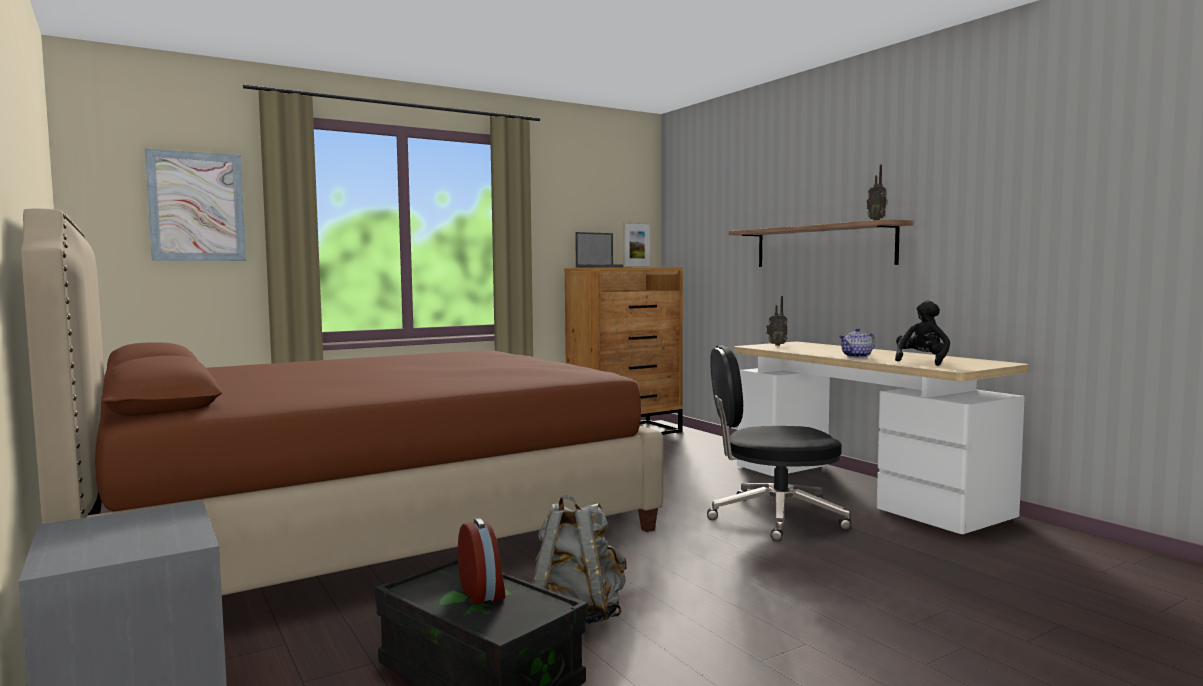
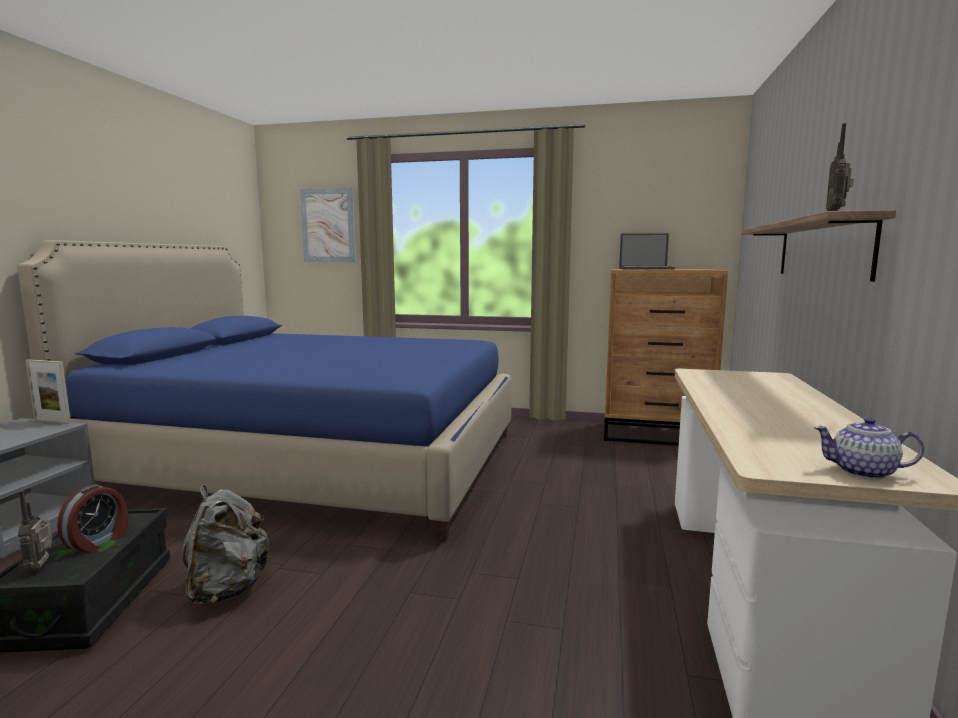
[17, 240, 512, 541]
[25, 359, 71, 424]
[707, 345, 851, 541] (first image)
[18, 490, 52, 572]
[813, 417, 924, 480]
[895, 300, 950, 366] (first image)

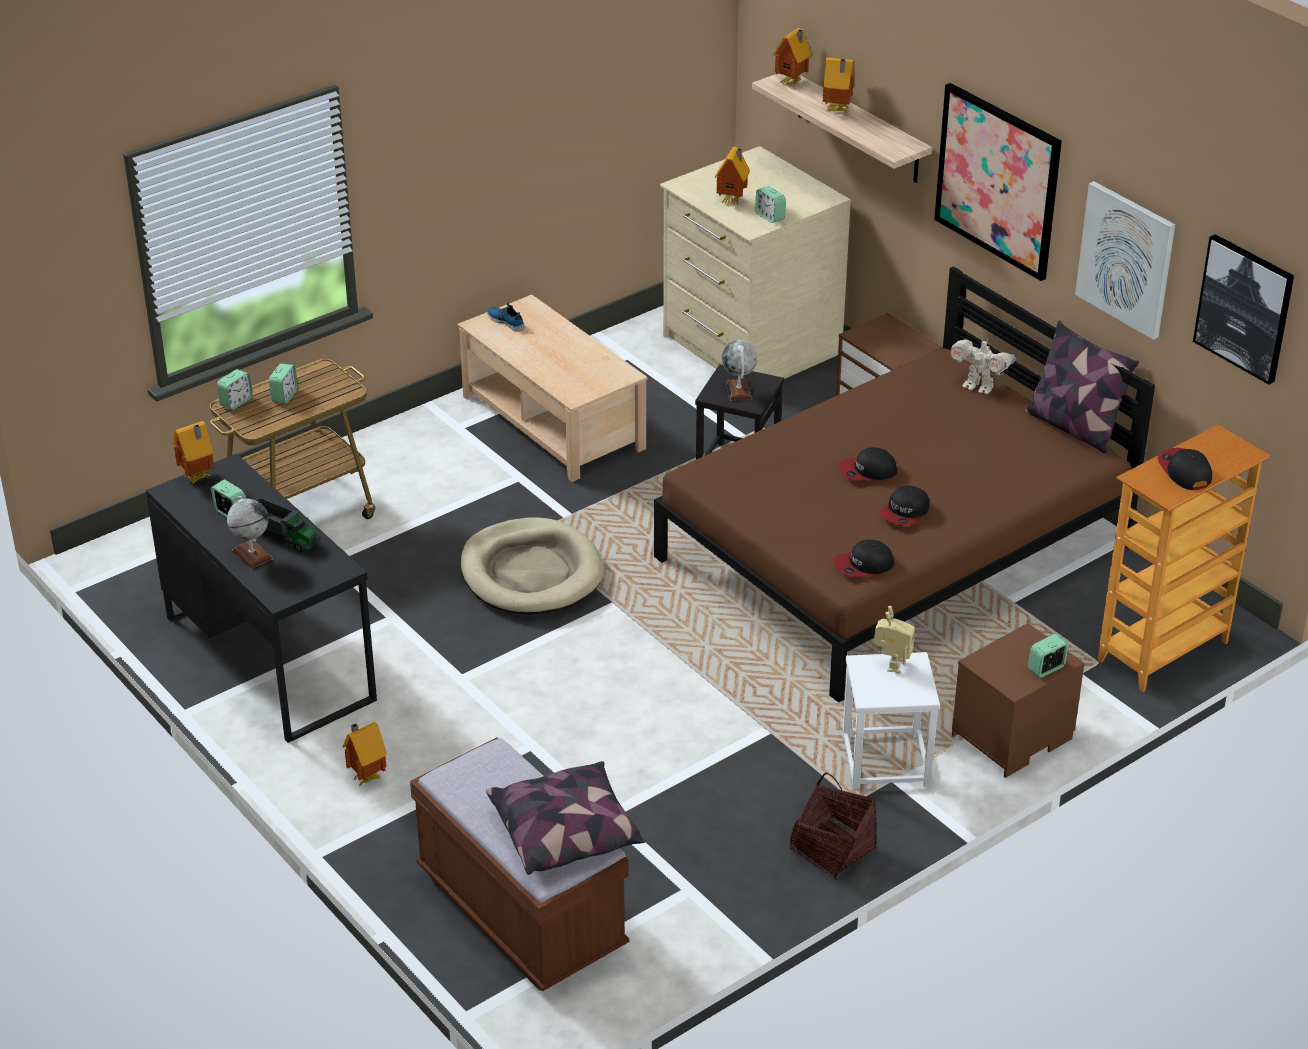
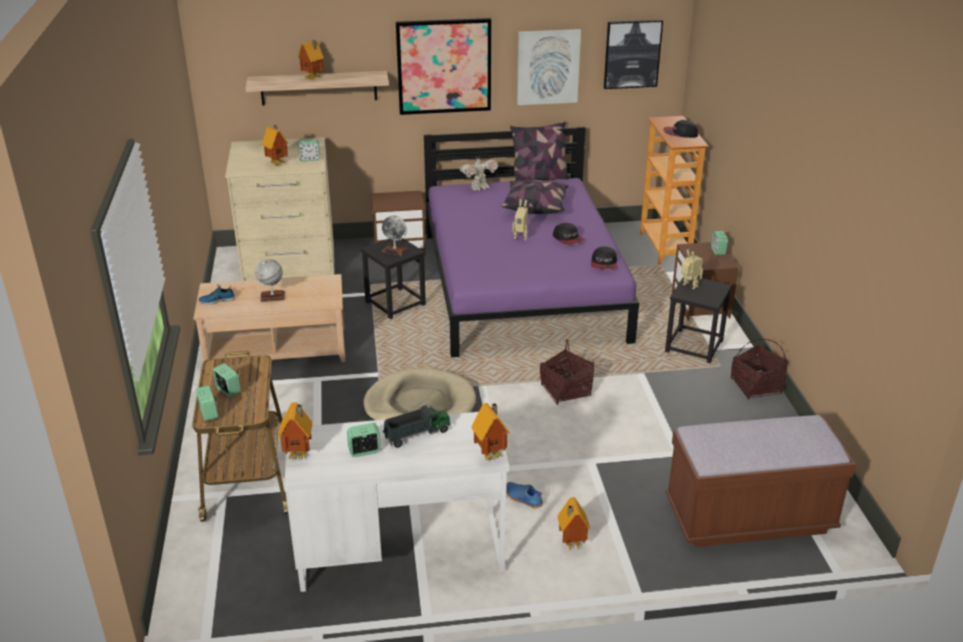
[285, 412, 509, 592]
[254, 260, 285, 302]
[501, 179, 569, 214]
[424, 127, 639, 357]
[471, 403, 510, 461]
[512, 199, 528, 240]
[665, 277, 732, 363]
[506, 482, 543, 508]
[540, 340, 594, 405]

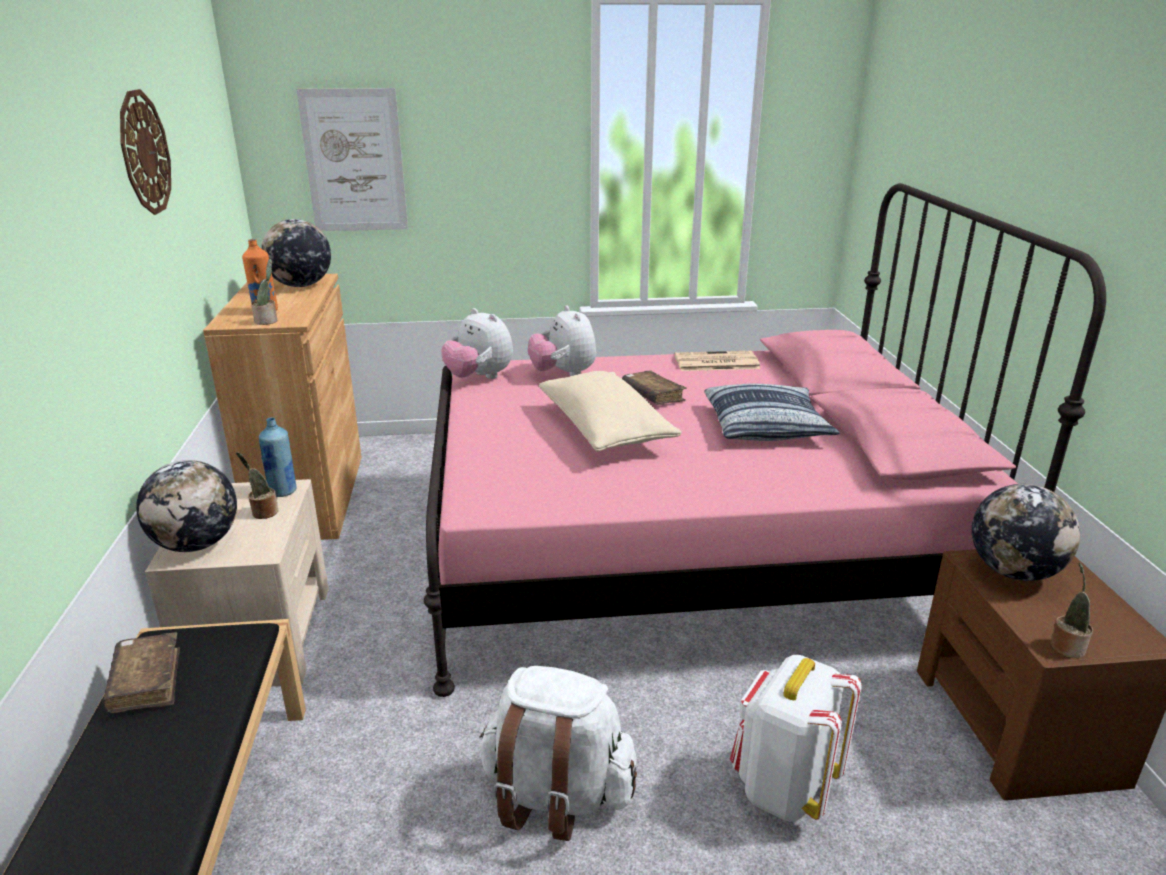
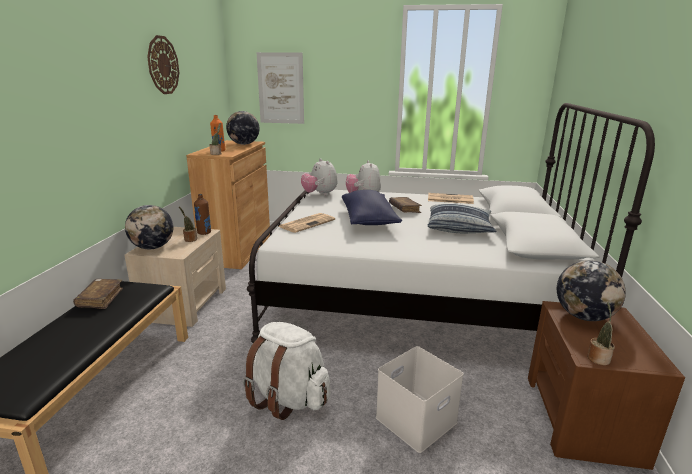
[194, 194, 211, 235]
[247, 103, 655, 343]
[342, 190, 402, 225]
[376, 346, 464, 453]
[278, 213, 335, 233]

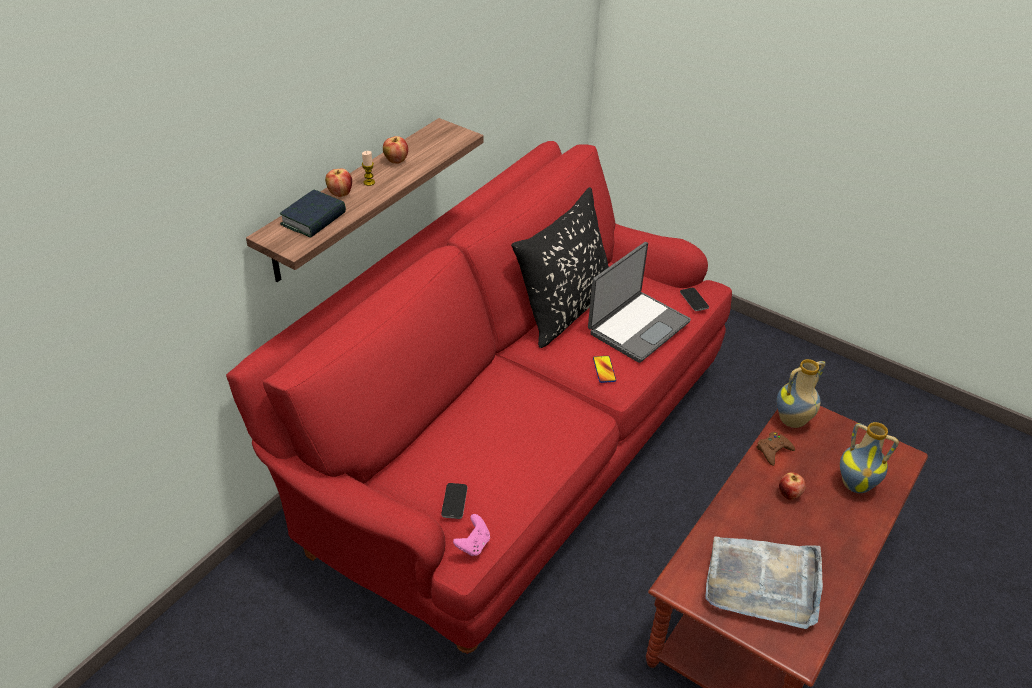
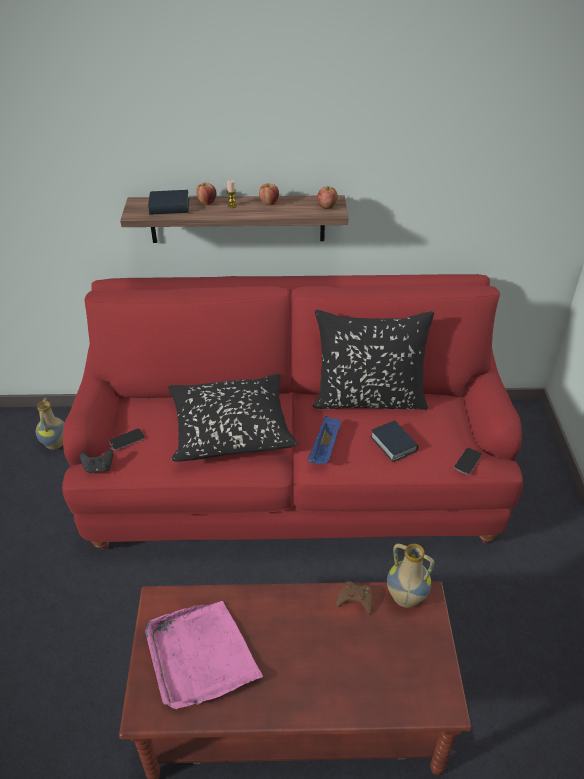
[80, 449, 113, 473]
[370, 420, 419, 462]
[308, 416, 341, 464]
[145, 601, 263, 709]
[317, 186, 338, 209]
[36, 398, 64, 450]
[168, 374, 298, 462]

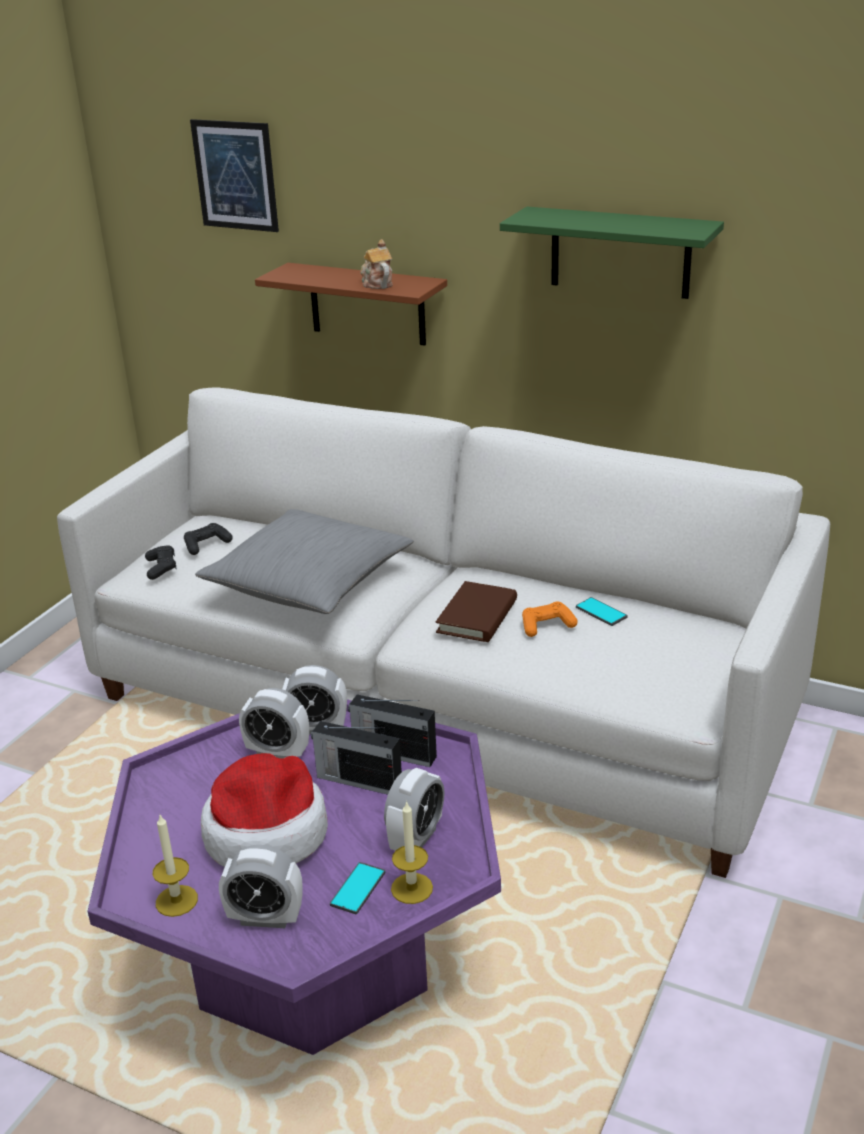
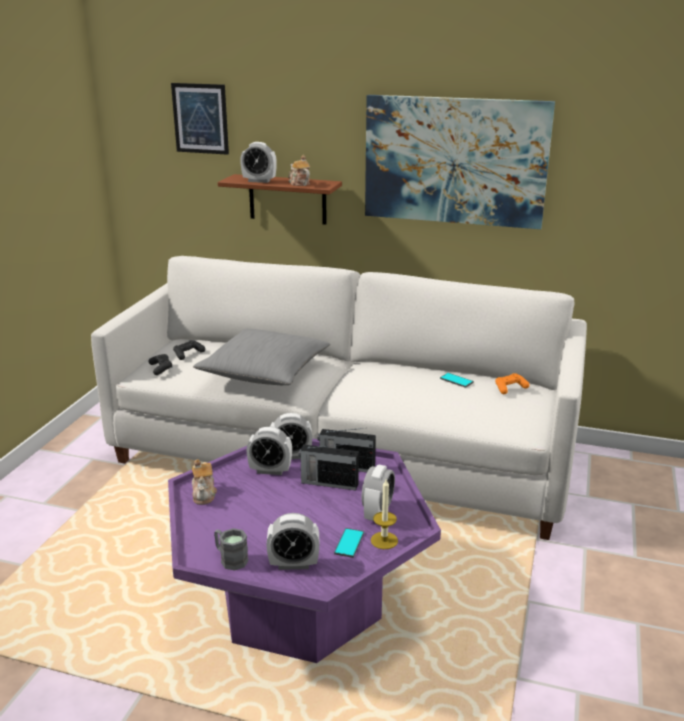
[214, 528, 249, 571]
[201, 753, 328, 867] (first image)
[435, 581, 517, 642] (first image)
[365, 95, 555, 229]
[495, 373, 530, 394]
[192, 459, 217, 505]
[240, 142, 277, 183]

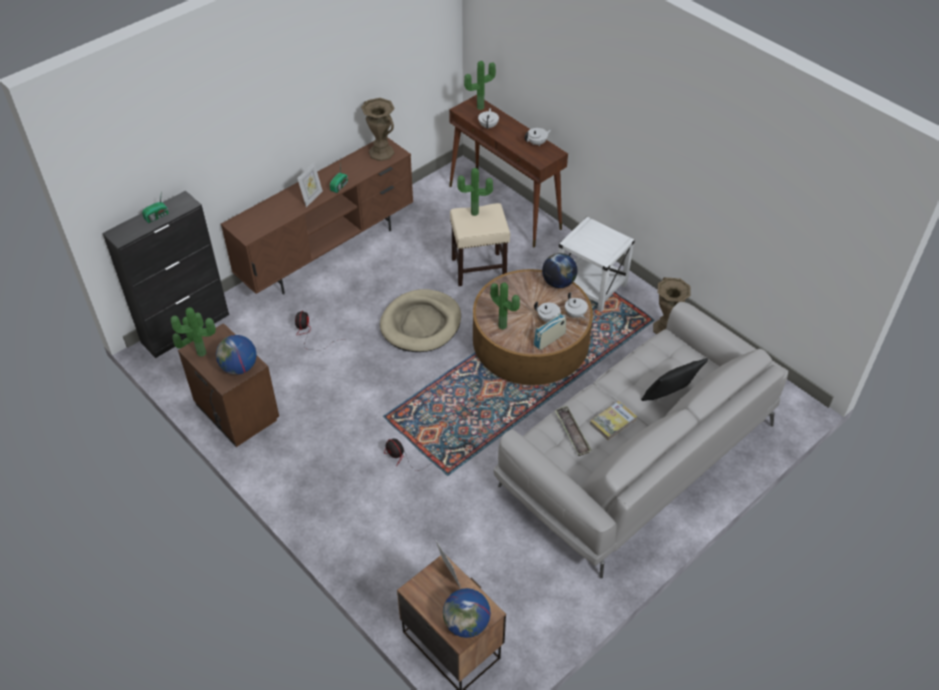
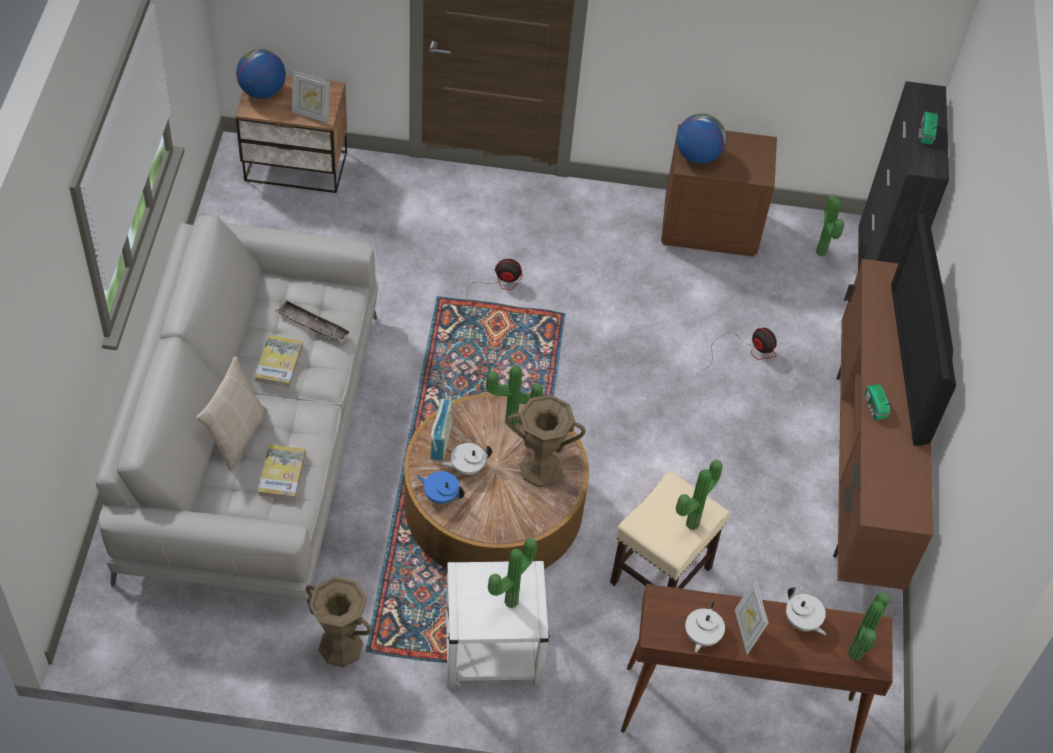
[488, 538, 537, 608]
[735, 578, 768, 655]
[507, 395, 586, 487]
[380, 289, 461, 352] (first image)
[542, 253, 577, 288] (first image)
[417, 471, 465, 504]
[196, 356, 267, 471]
[258, 445, 306, 500]
[891, 214, 956, 446]

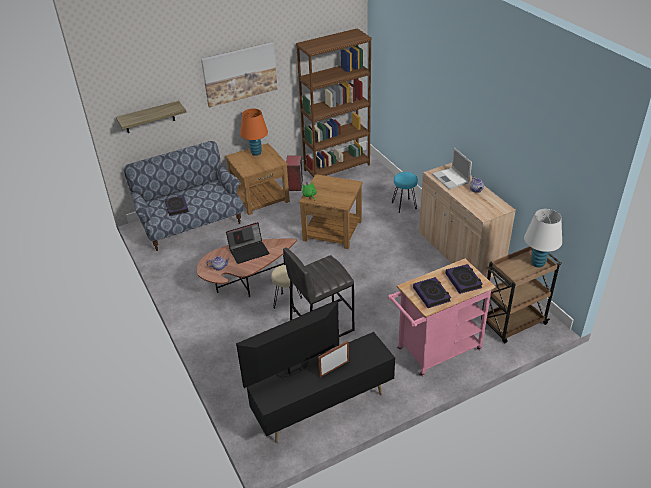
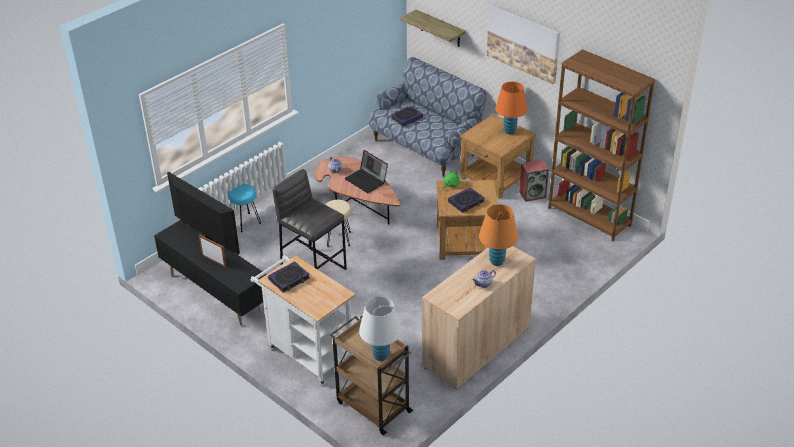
[251, 256, 355, 385]
[228, 184, 261, 232]
[479, 204, 518, 266]
[448, 187, 485, 213]

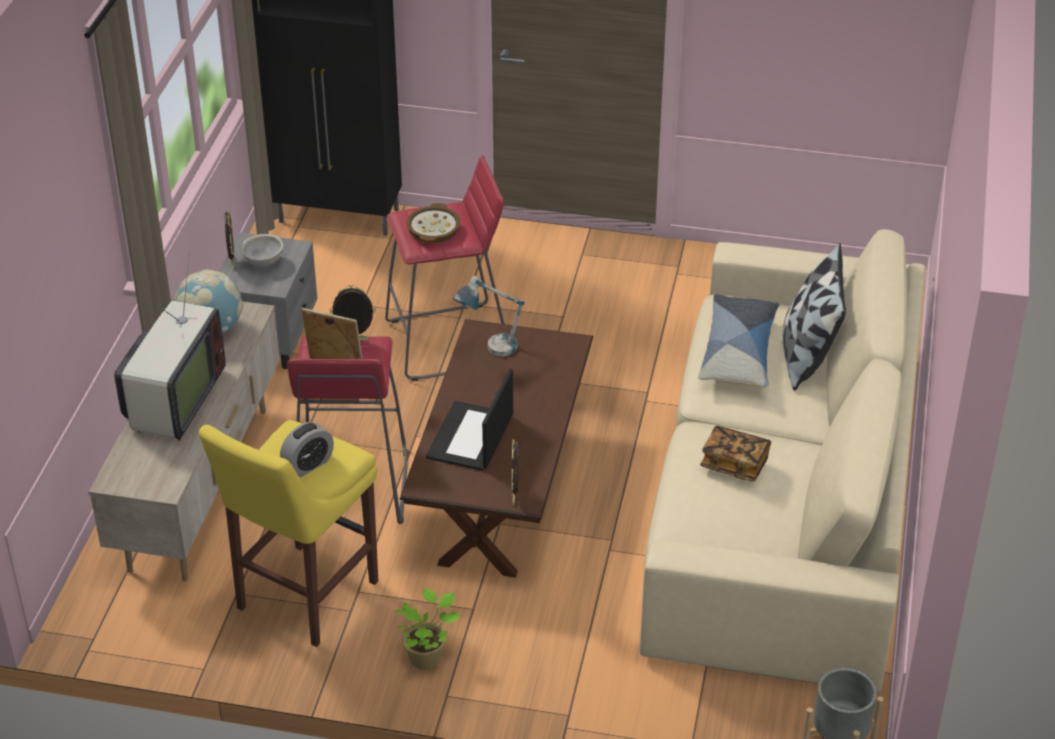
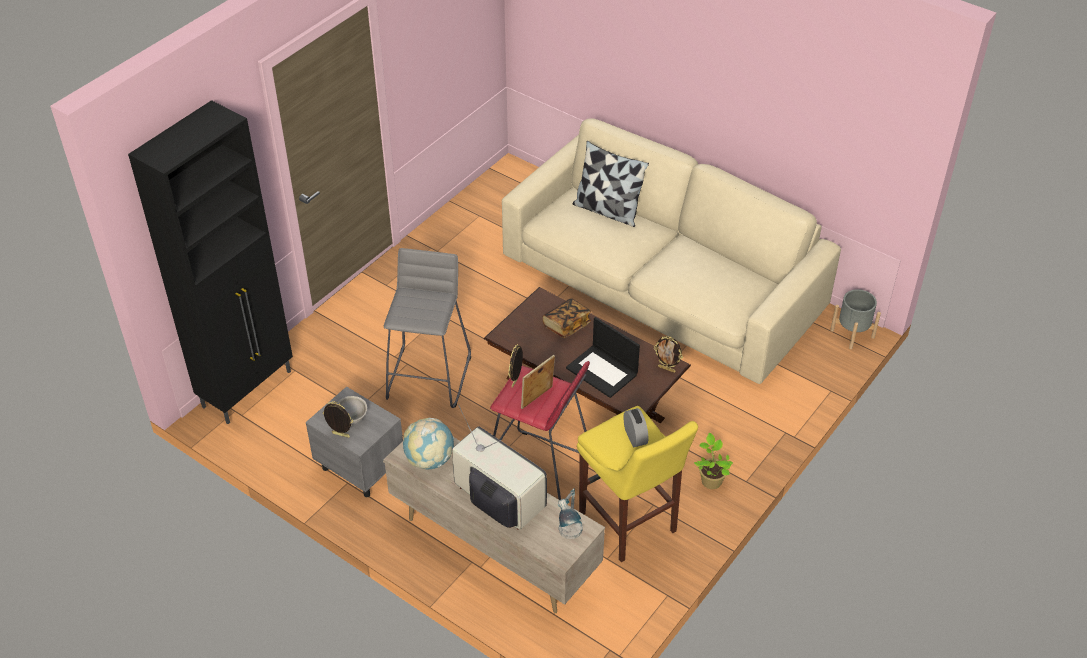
[384, 248, 471, 408]
[407, 203, 461, 243] (first image)
[558, 488, 583, 539]
[698, 294, 780, 387] (first image)
[542, 298, 591, 338]

